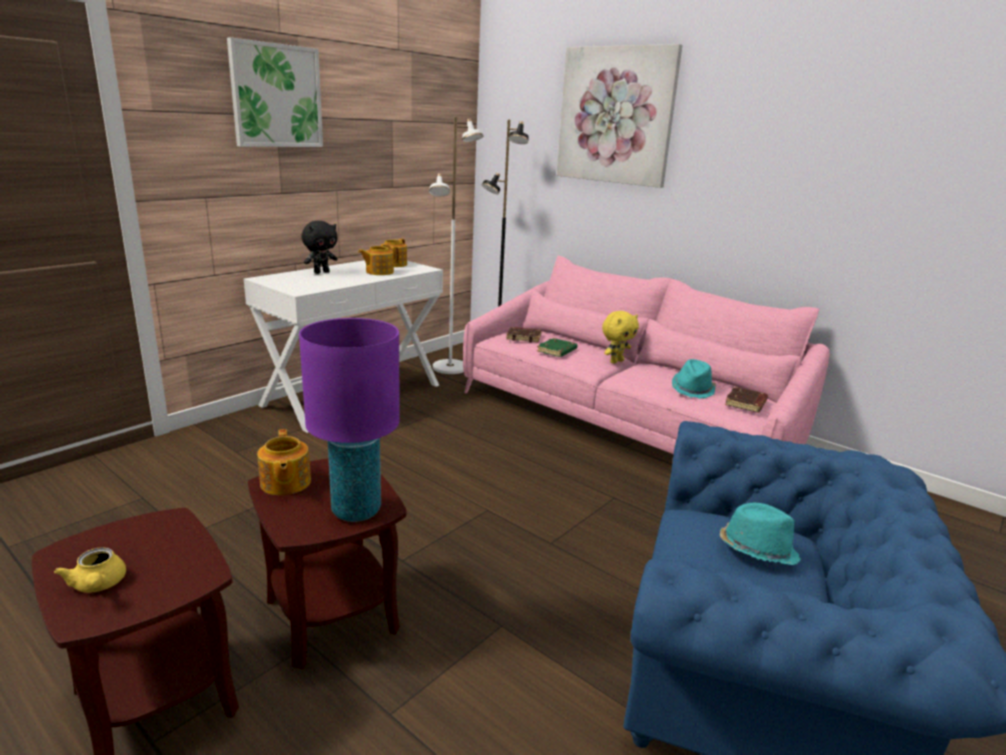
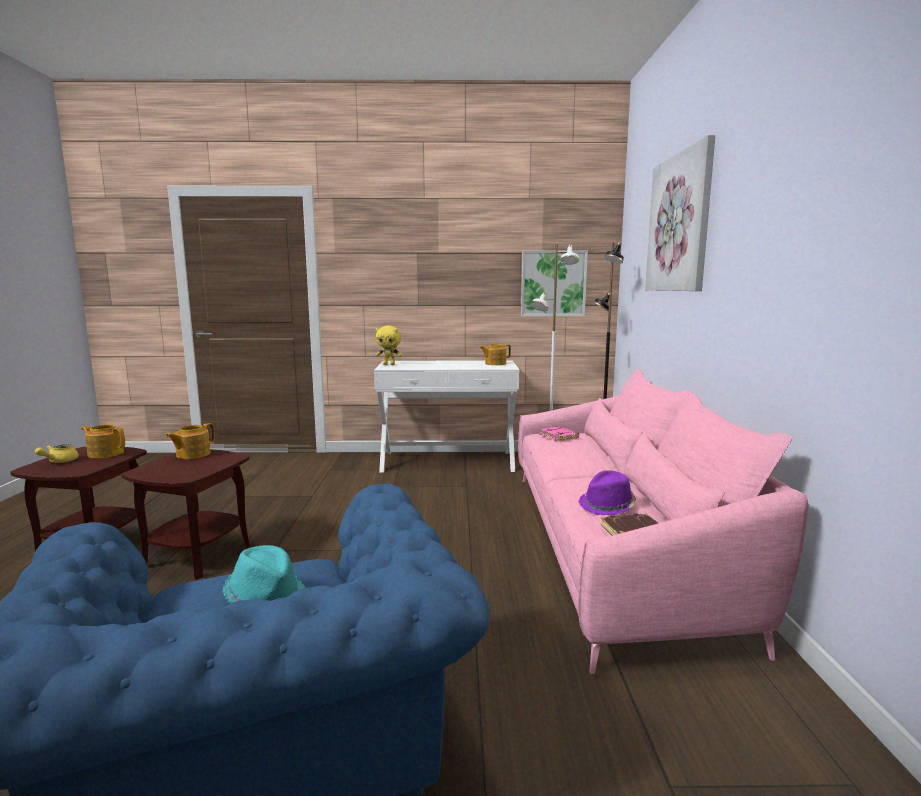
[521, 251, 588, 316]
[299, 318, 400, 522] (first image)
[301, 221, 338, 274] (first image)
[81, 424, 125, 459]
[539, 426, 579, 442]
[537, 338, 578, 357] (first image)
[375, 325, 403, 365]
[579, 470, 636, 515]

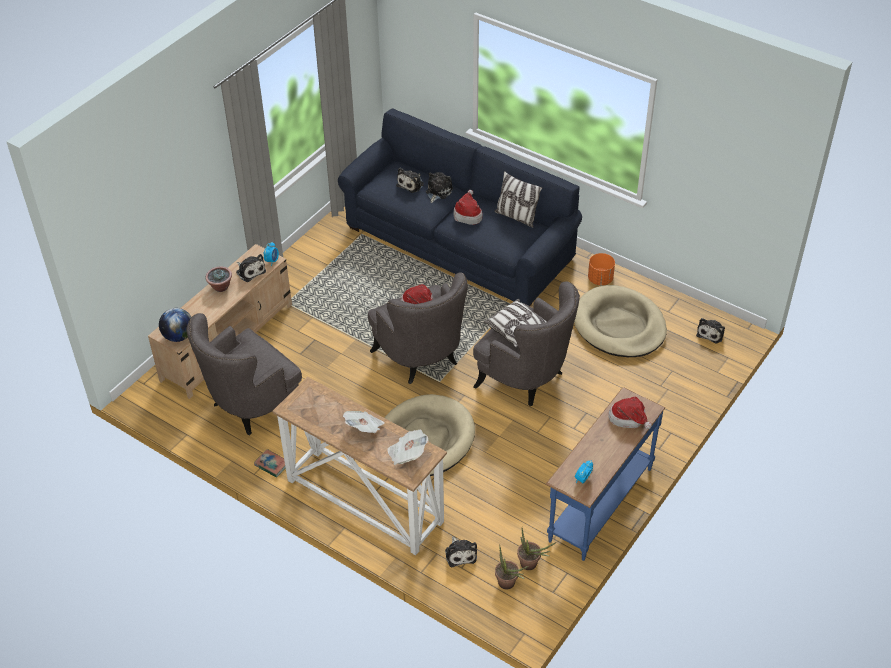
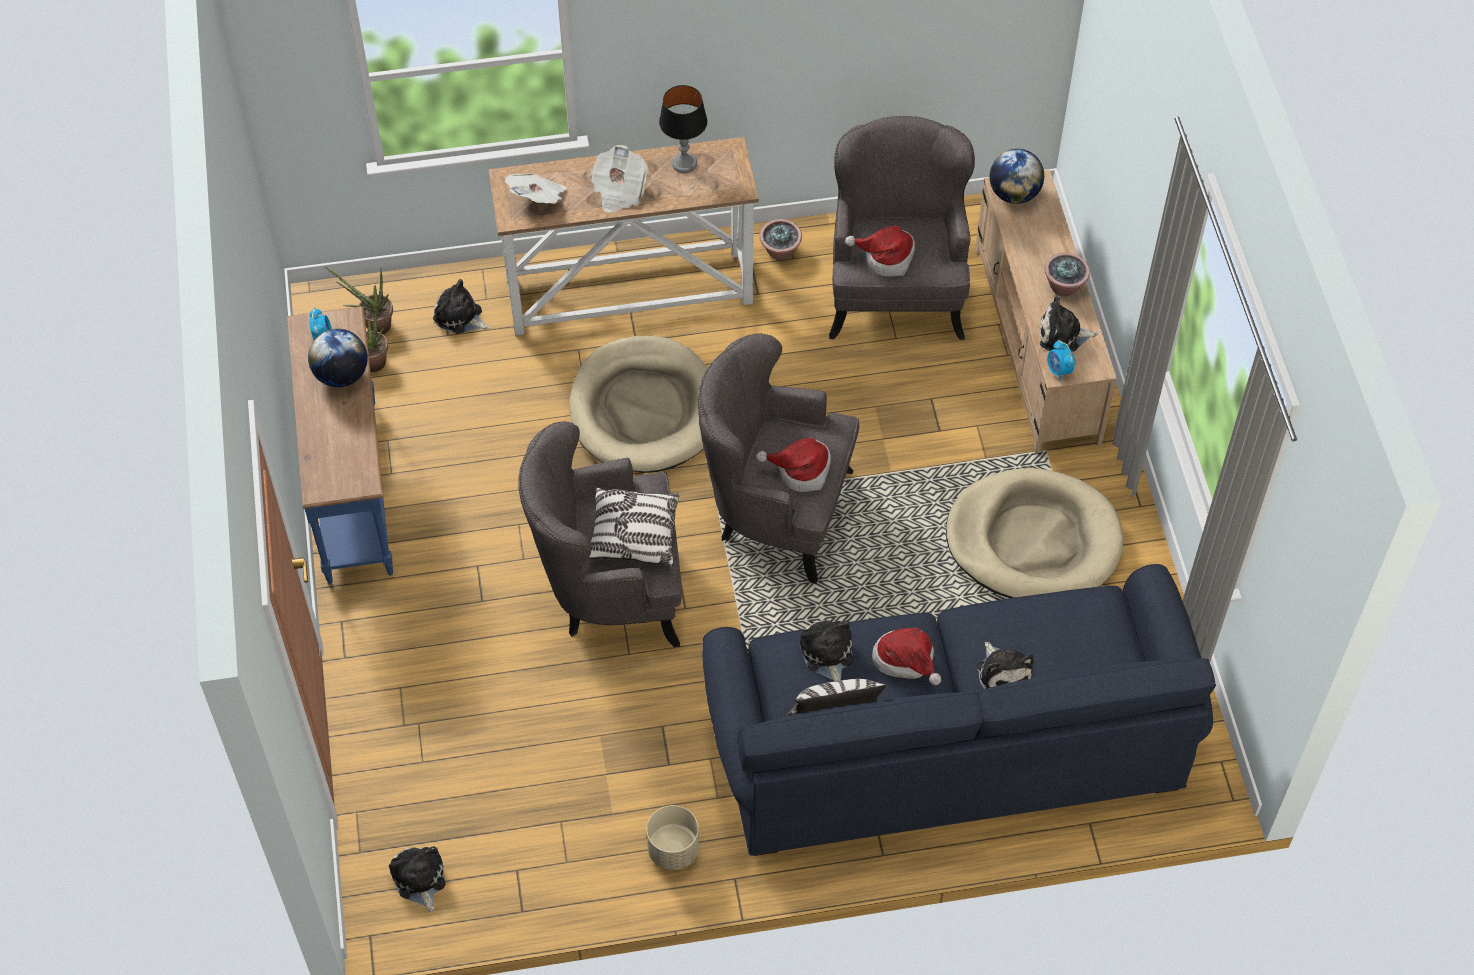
[760, 219, 802, 260]
[800, 620, 853, 681]
[946, 468, 1123, 598]
[646, 805, 699, 870]
[845, 226, 915, 276]
[308, 329, 368, 387]
[659, 85, 708, 173]

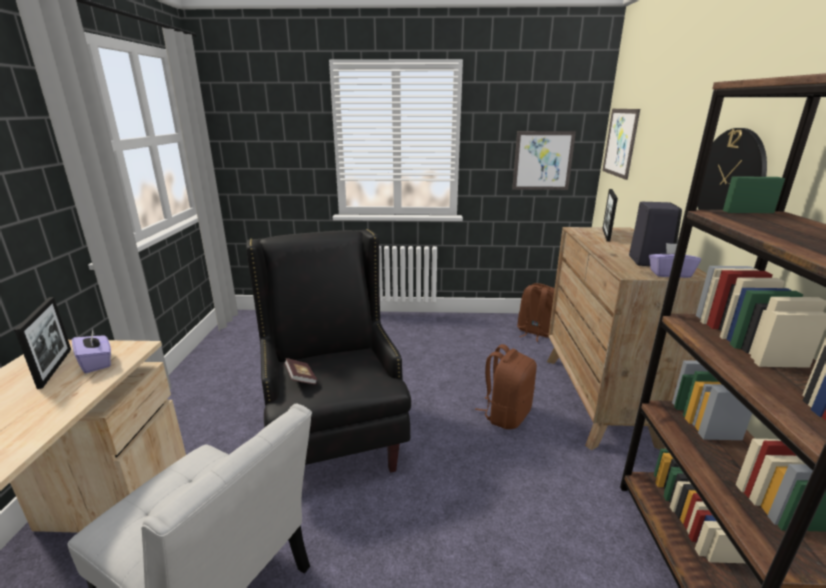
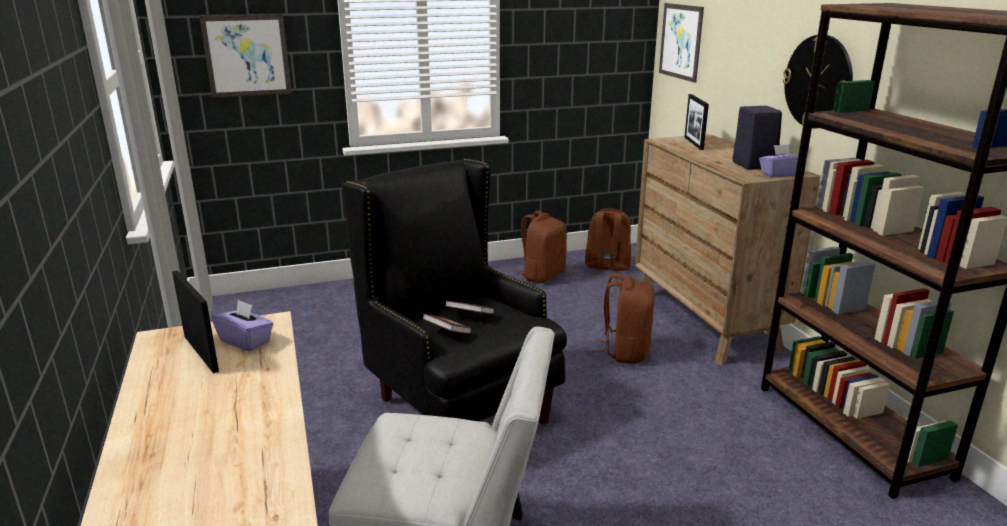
[199, 14, 292, 97]
[446, 301, 495, 314]
[515, 210, 567, 283]

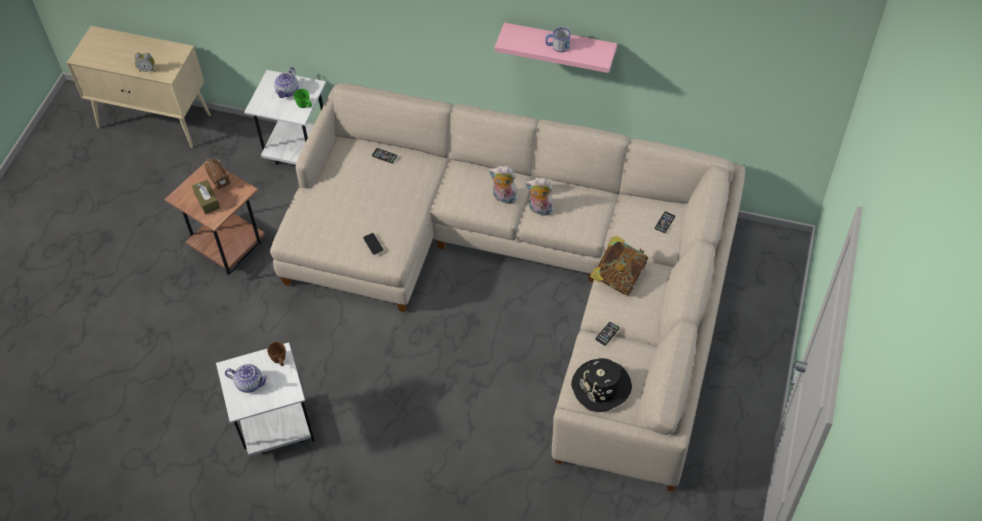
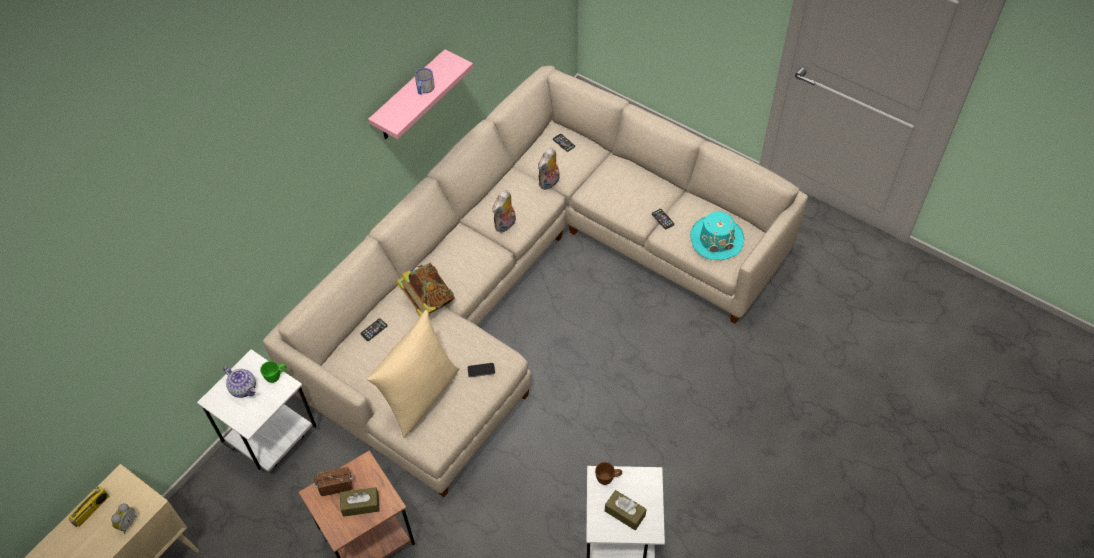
[605, 490, 646, 530]
[538, 147, 560, 190]
[690, 212, 744, 260]
[396, 263, 455, 317]
[65, 486, 109, 527]
[367, 310, 460, 438]

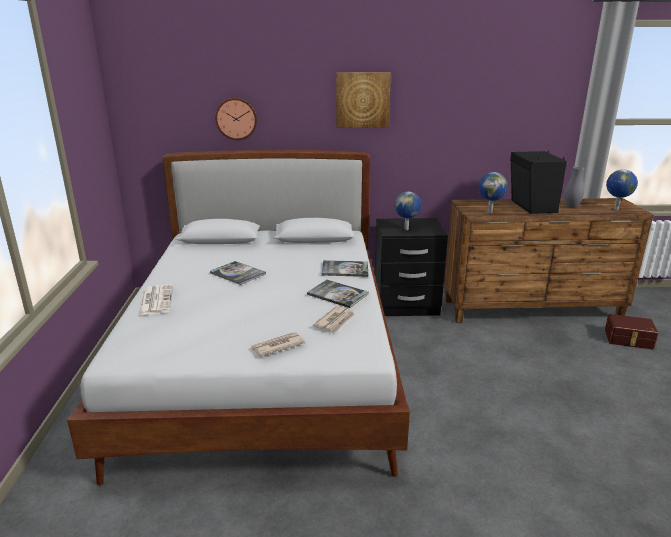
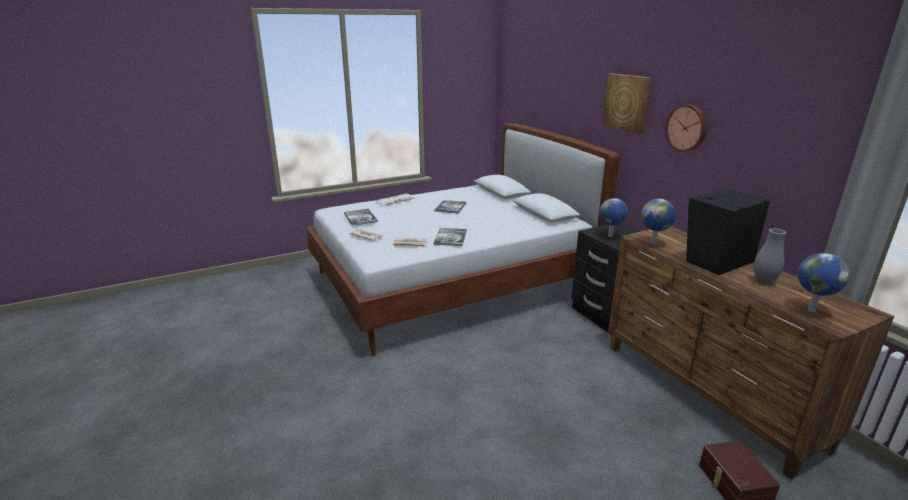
[665, 105, 707, 152]
[344, 209, 378, 226]

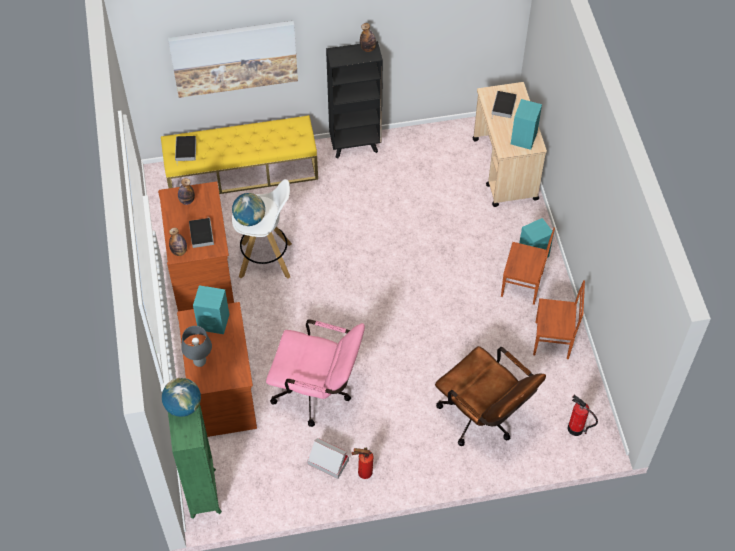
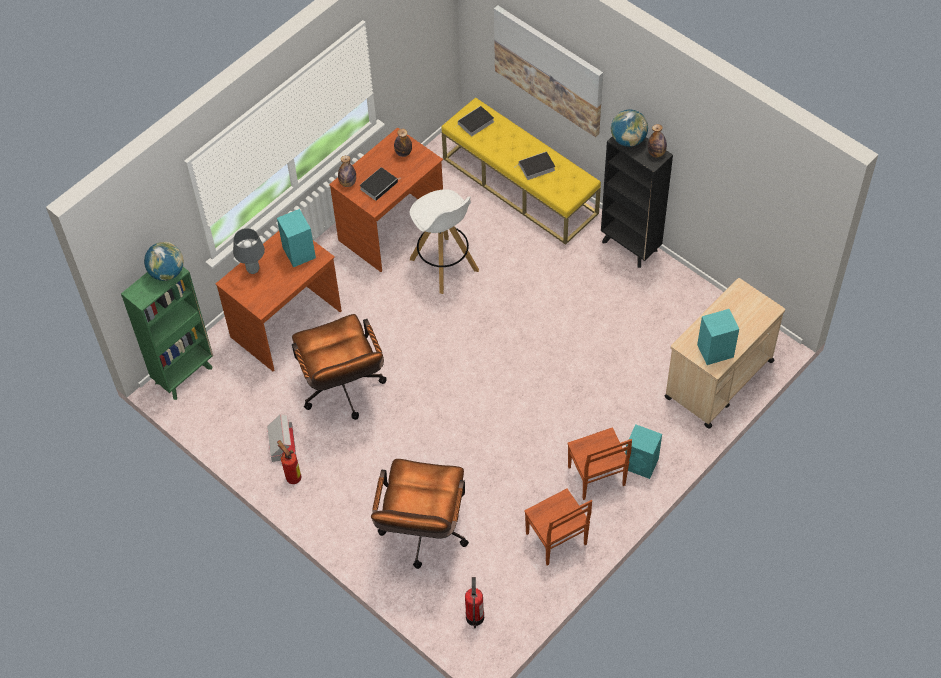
[611, 109, 648, 147]
[292, 314, 387, 420]
[514, 151, 555, 180]

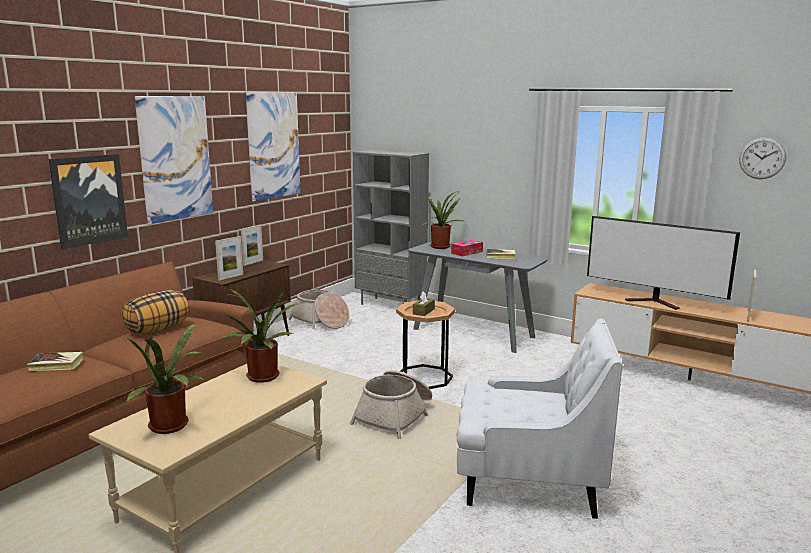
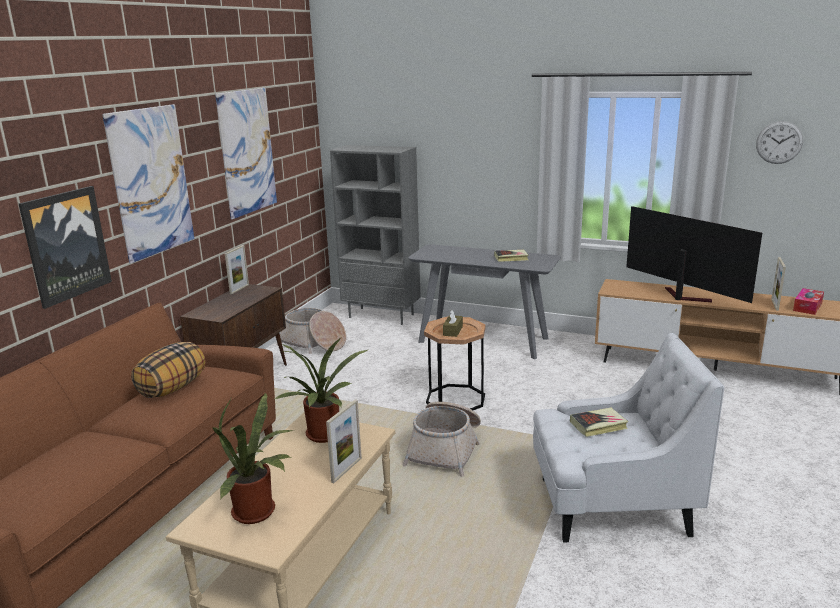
[570, 408, 628, 437]
[326, 399, 362, 483]
[418, 190, 465, 249] (first image)
[793, 288, 824, 315]
[626, 206, 762, 303]

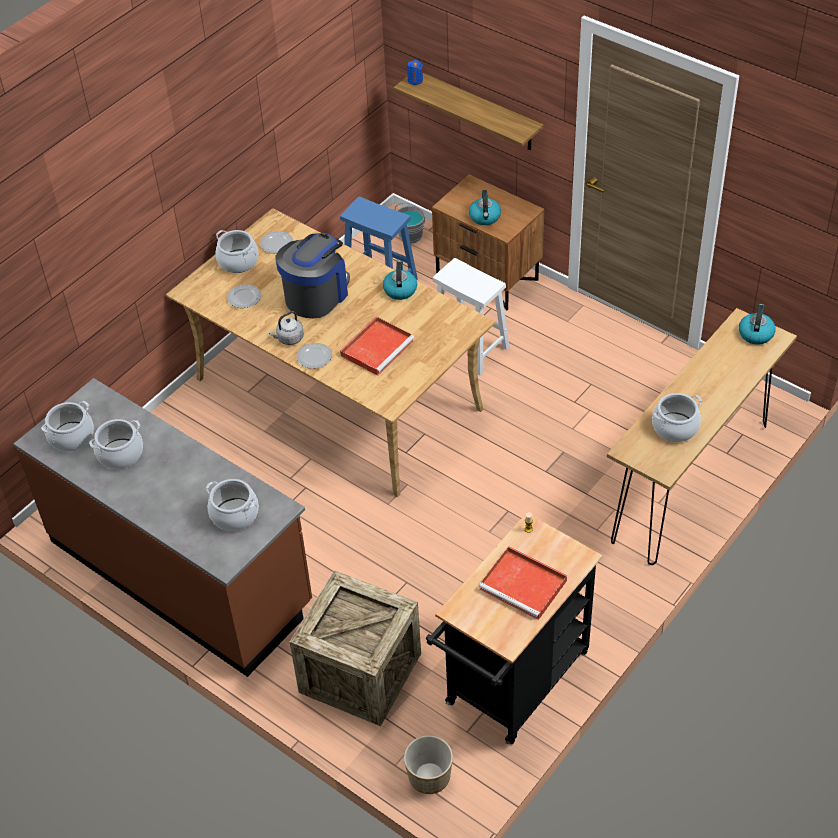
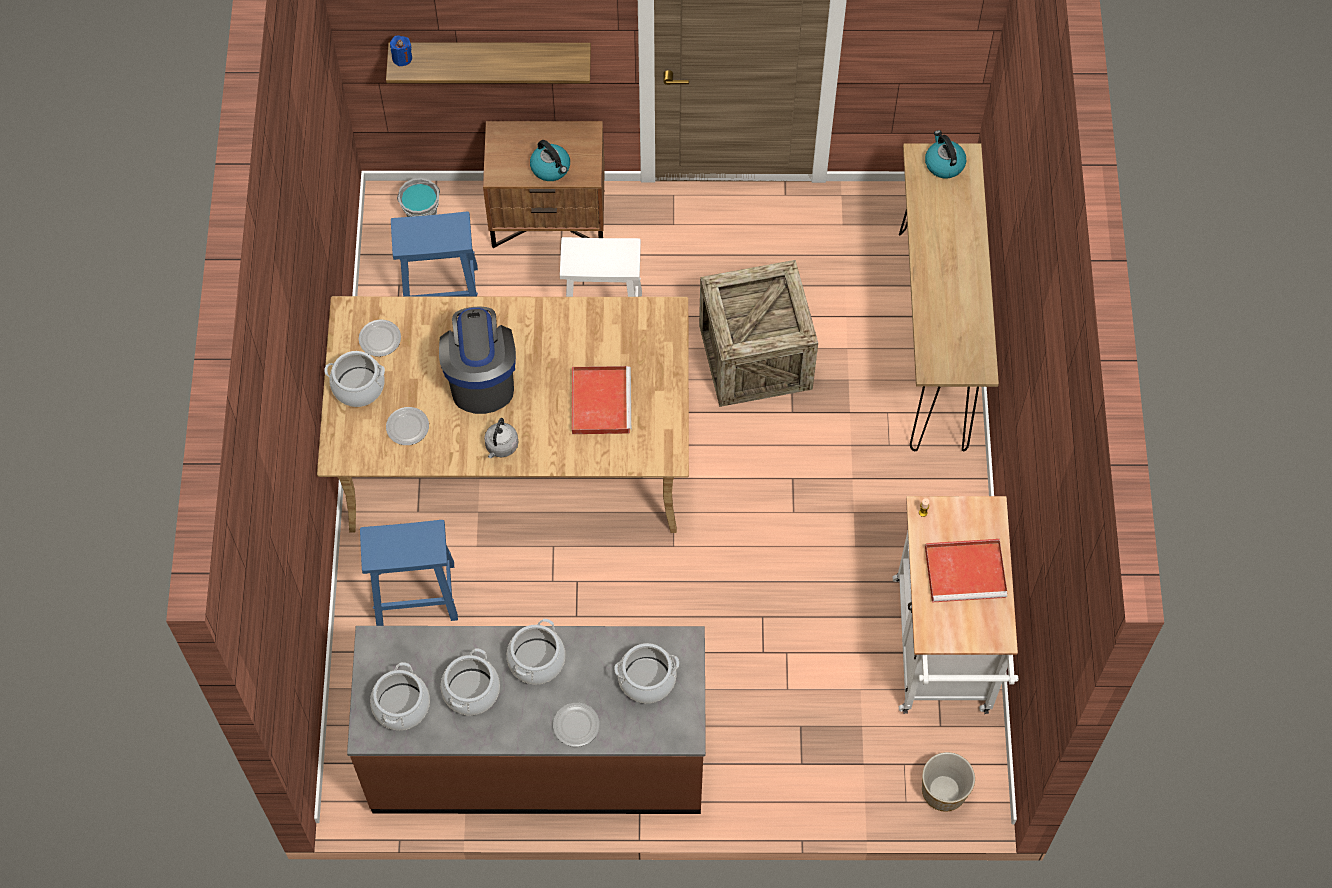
[699, 260, 818, 407]
[553, 703, 600, 747]
[383, 261, 417, 300] (first image)
[893, 496, 1018, 714]
[507, 619, 565, 685]
[360, 520, 458, 626]

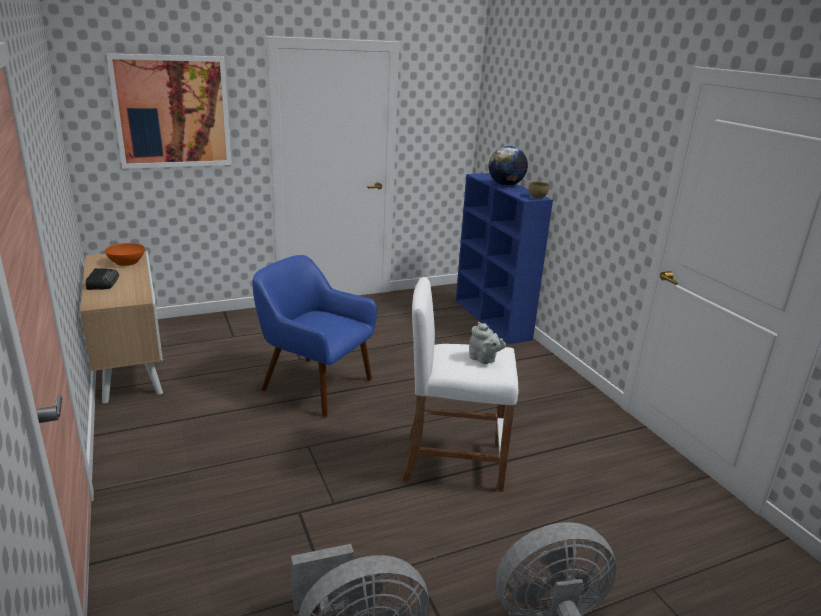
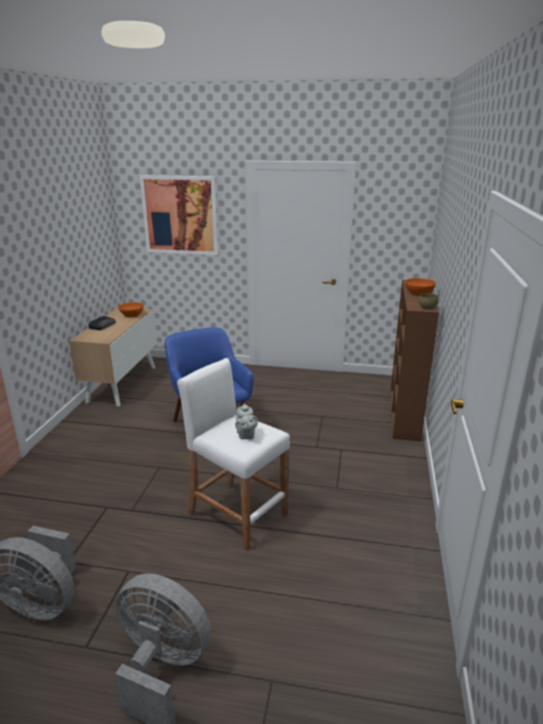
[391, 280, 439, 441]
[405, 278, 436, 296]

